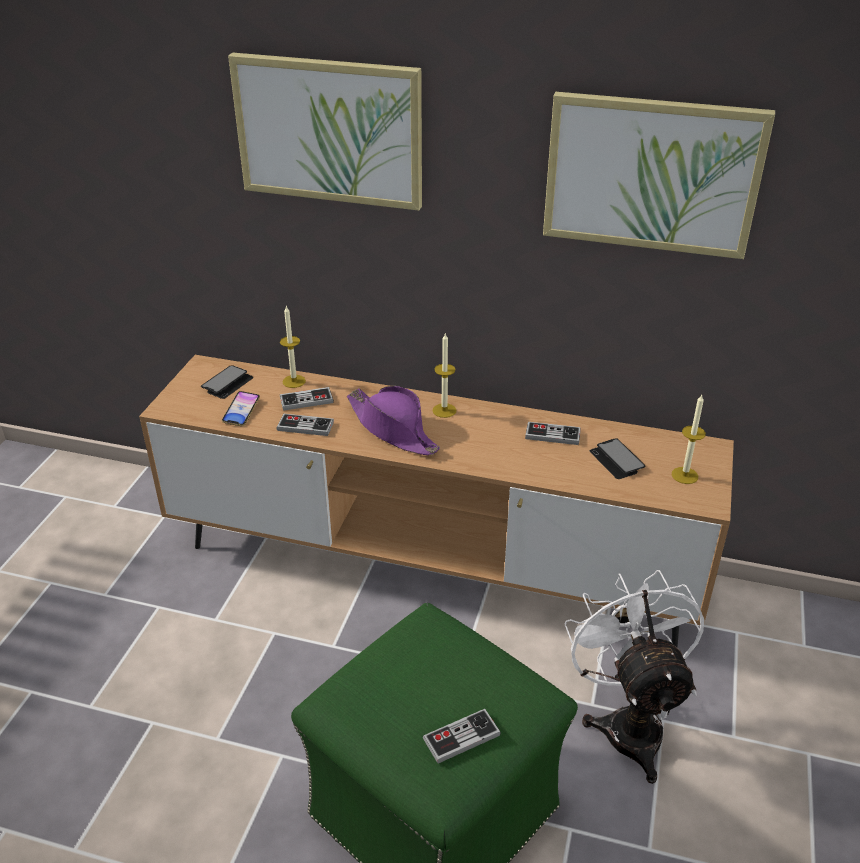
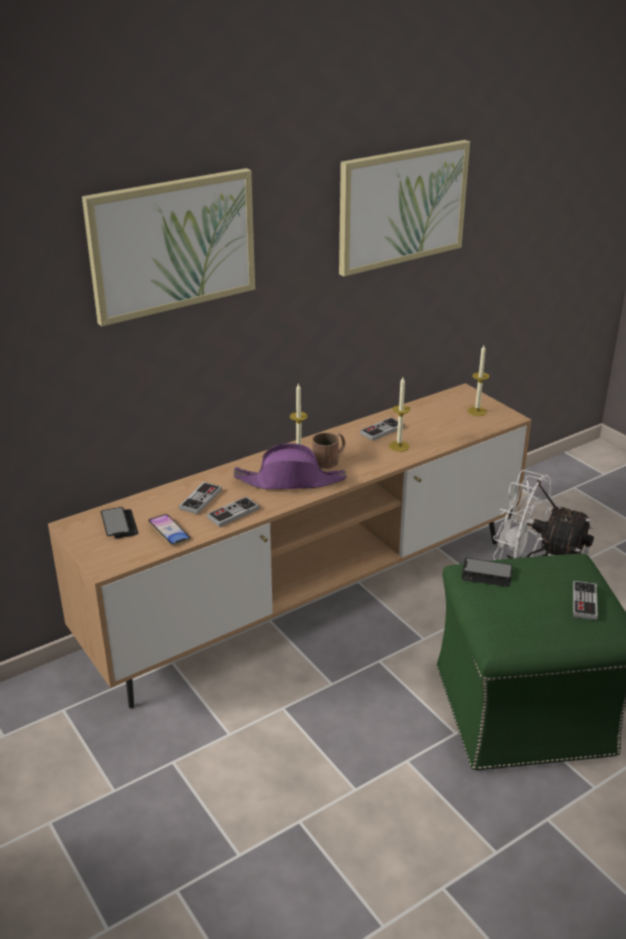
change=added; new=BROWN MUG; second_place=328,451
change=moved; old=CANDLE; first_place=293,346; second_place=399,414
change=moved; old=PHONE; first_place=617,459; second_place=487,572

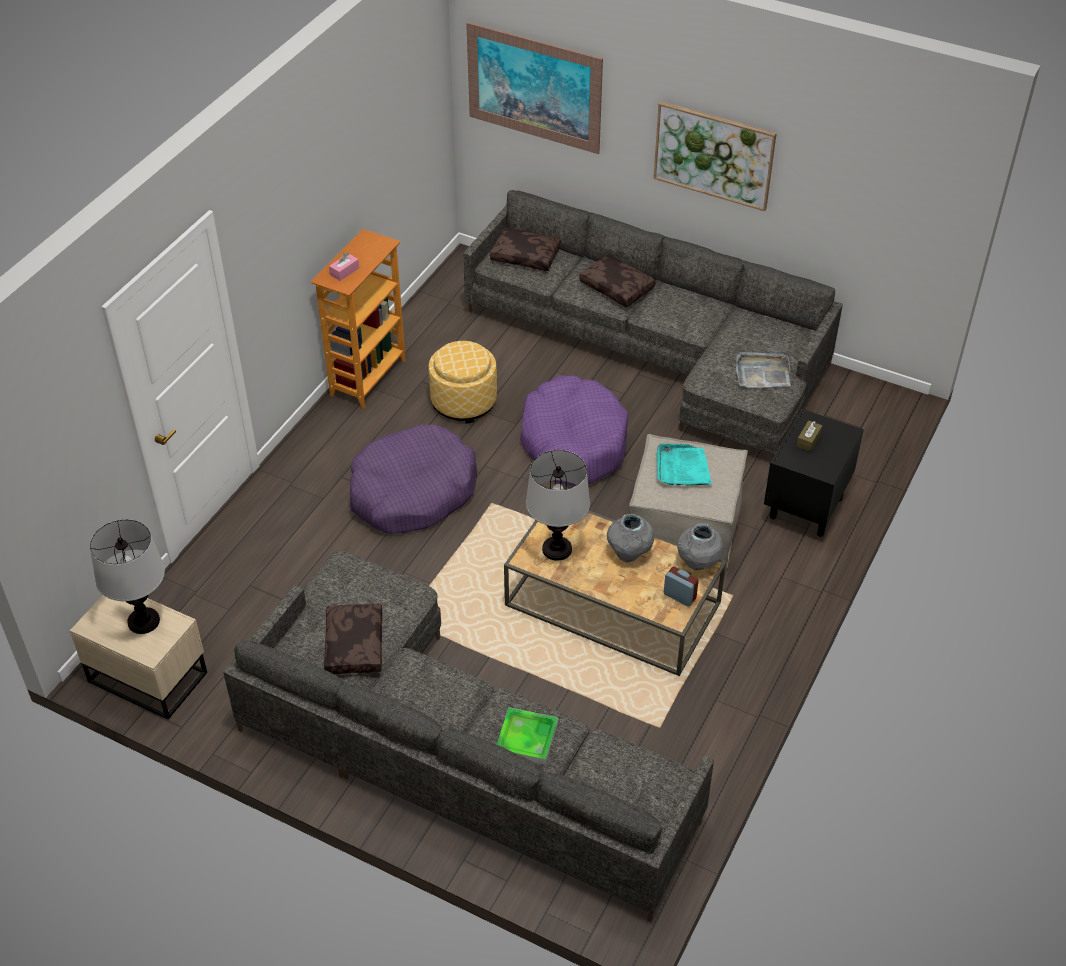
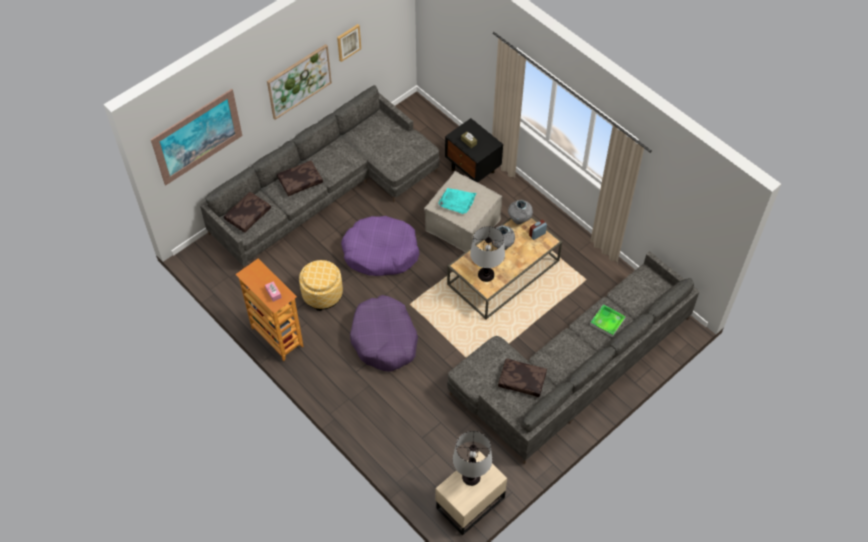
change=added; new=PICTURE; second_place=349,43
change=removed; old=GREY TRAY; first_place=763,370

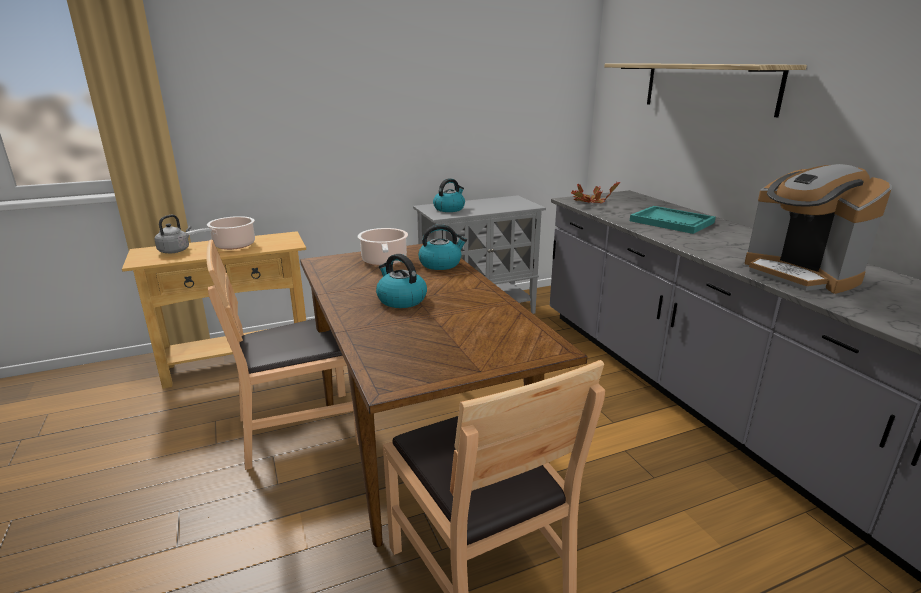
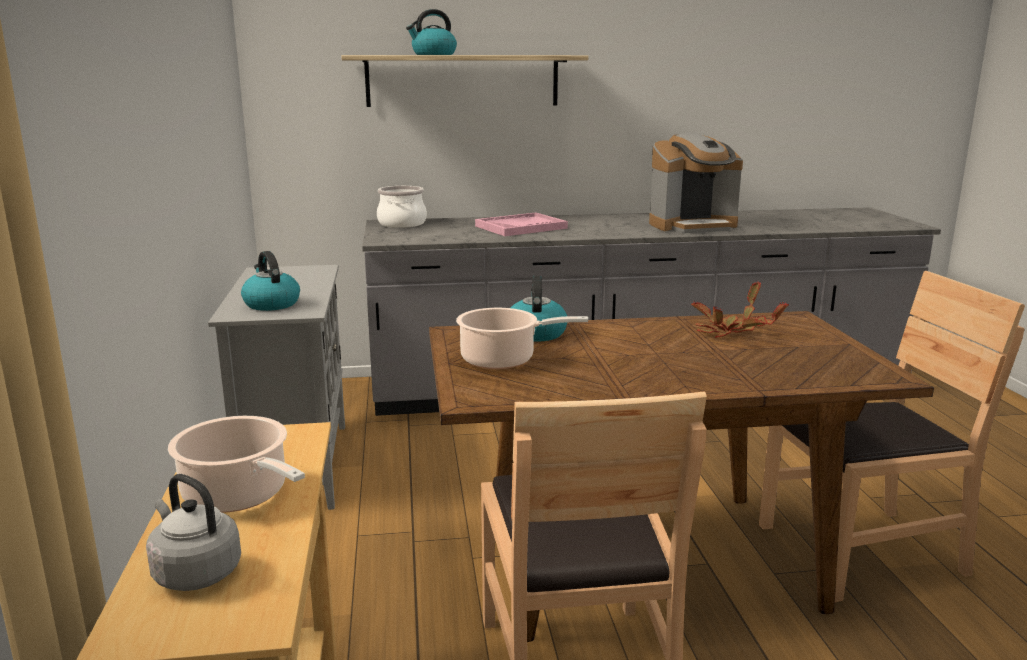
change=added; new=COOKING POT; second_place=402,207
change=moved; old=KETTLE; first_place=401,281; second_place=431,32
change=recoloured; old=TURQUOISE TRAY; new=PINK TRAY; first_place=673,220; second_place=521,224
change=moved; old=POTTED PLANT; first_place=595,192; second_place=740,310

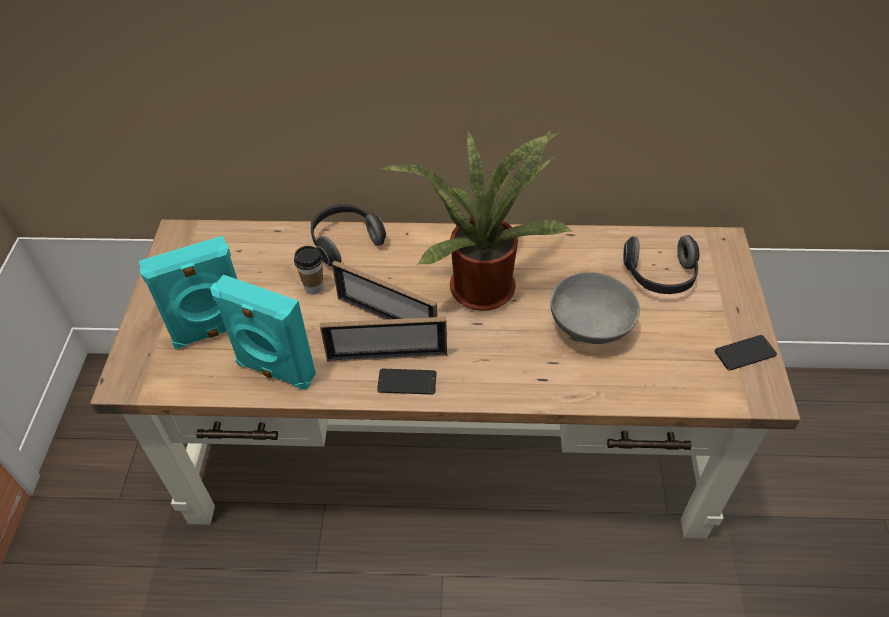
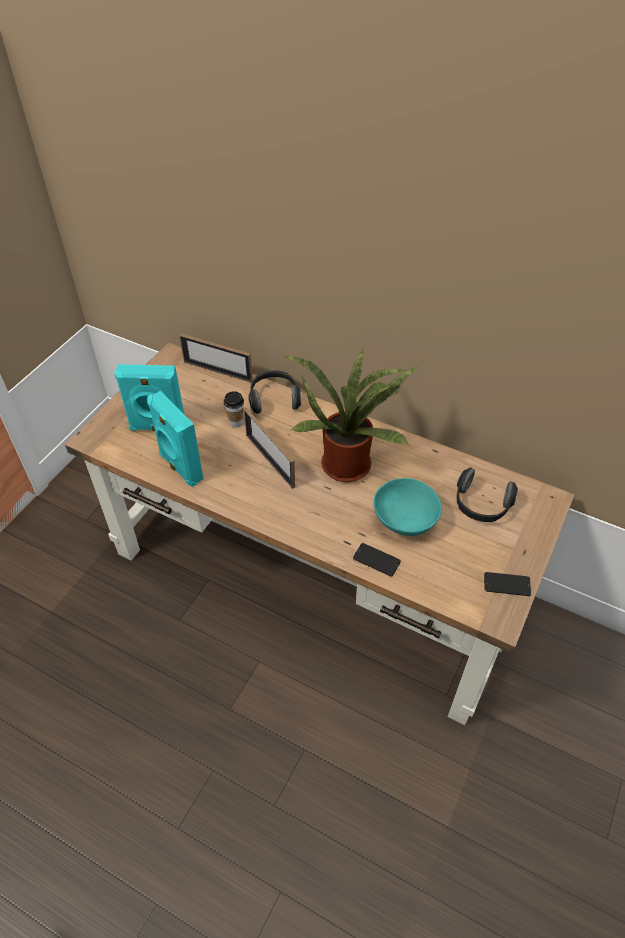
change=moved; old=PICTURE FRAME; first_place=383,339; second_place=216,358
change=moved; old=PHONE; first_place=407,382; second_place=377,559
change=recoloured; old=GREY BOWL; new=TURQUOISE BOWL; first_place=595,308; second_place=408,507

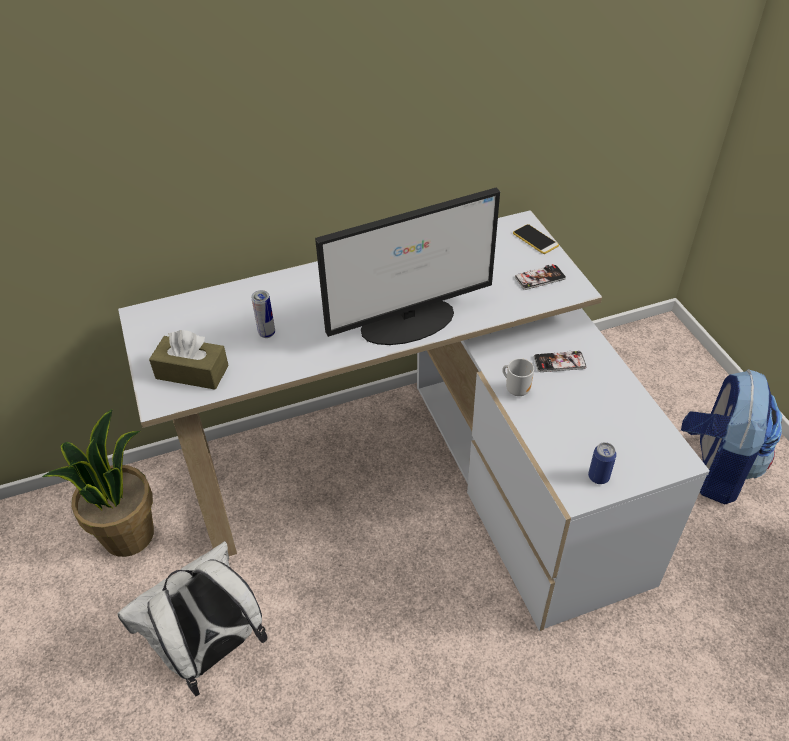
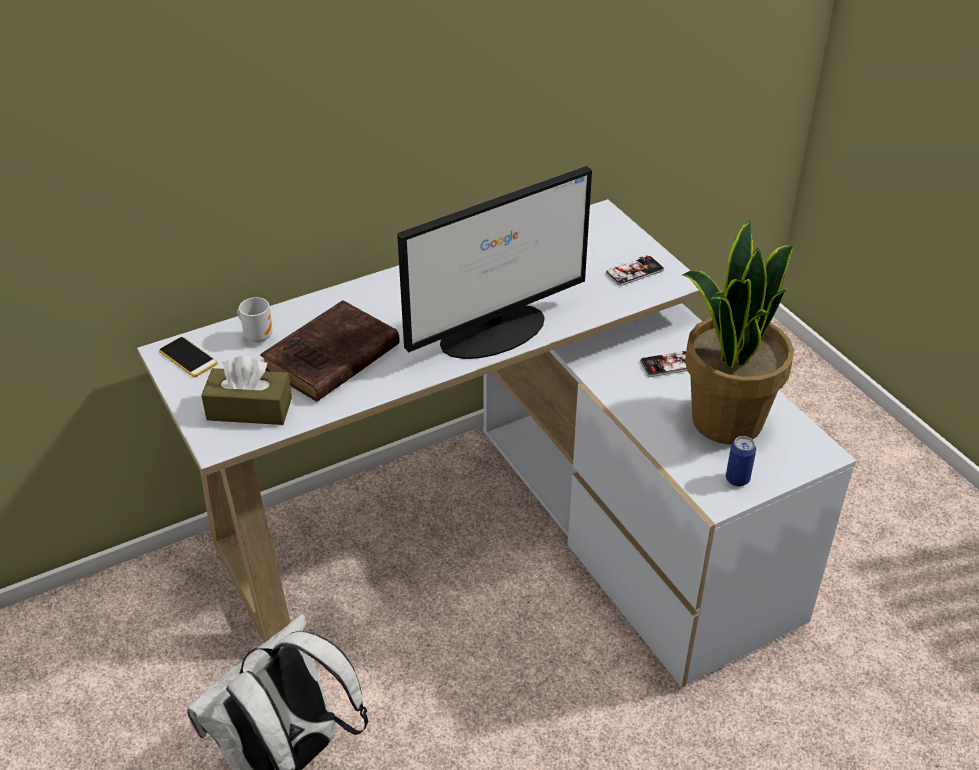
change=moved; old=PHONE; first_place=536,239; second_place=188,357
change=moved; old=MUG; first_place=518,377; second_place=255,320
change=replaced; old=CAN; new=BROWN BOOK; first_place=263,314; second_place=330,351
change=moved; old=POTTED PLANT; first_place=98,483; second_place=738,332
change=removed; old=BACKPACK; first_place=731,436

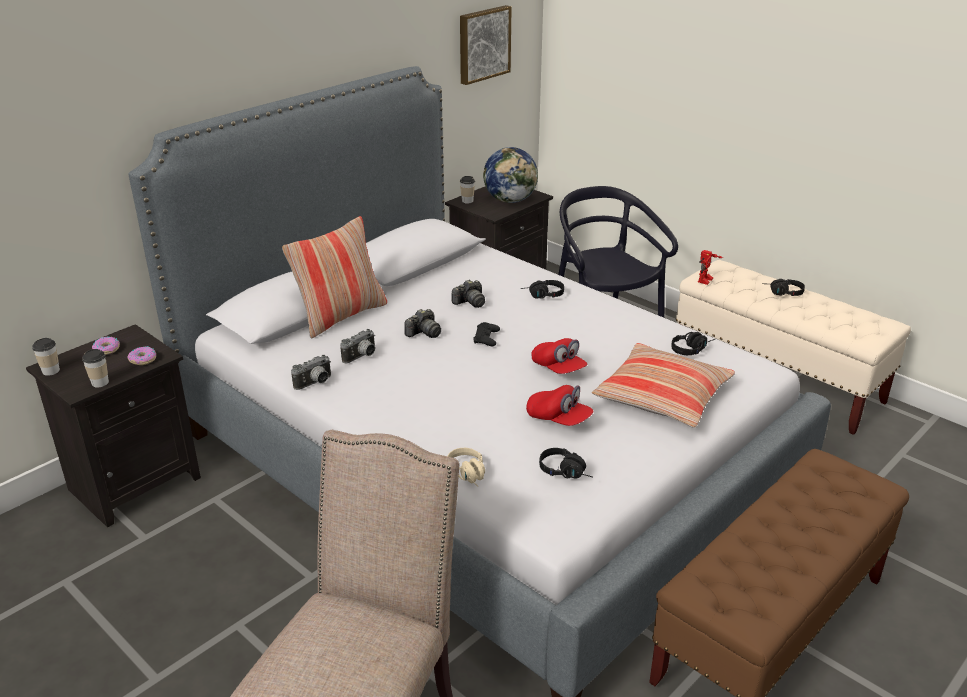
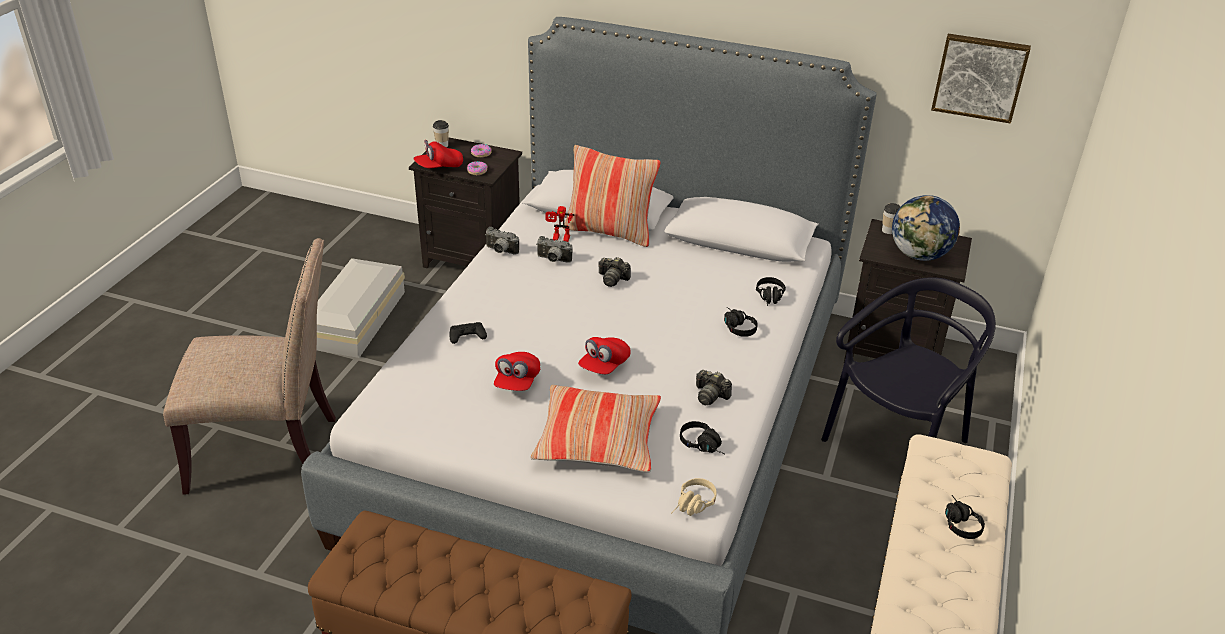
change=added; new=WHITE STORAGE BOX; second_place=360,308
change=replaced; old=CUP; new=RED CAP; first_place=95,368; second_place=438,154
change=moved; old=BLACK GAME CONTROLLER; first_place=486,334; second_place=468,333
change=moved; old=TOY ROBOT; first_place=710,267; second_place=560,224
change=moved; old=BEIGE HEADPHONES; first_place=466,467; second_place=694,497
change=moved; old=PHOTO CAMERA; first_place=468,293; second_place=714,388
change=moved; old=BLACK HEADPHONES; first_place=565,463; second_place=771,291

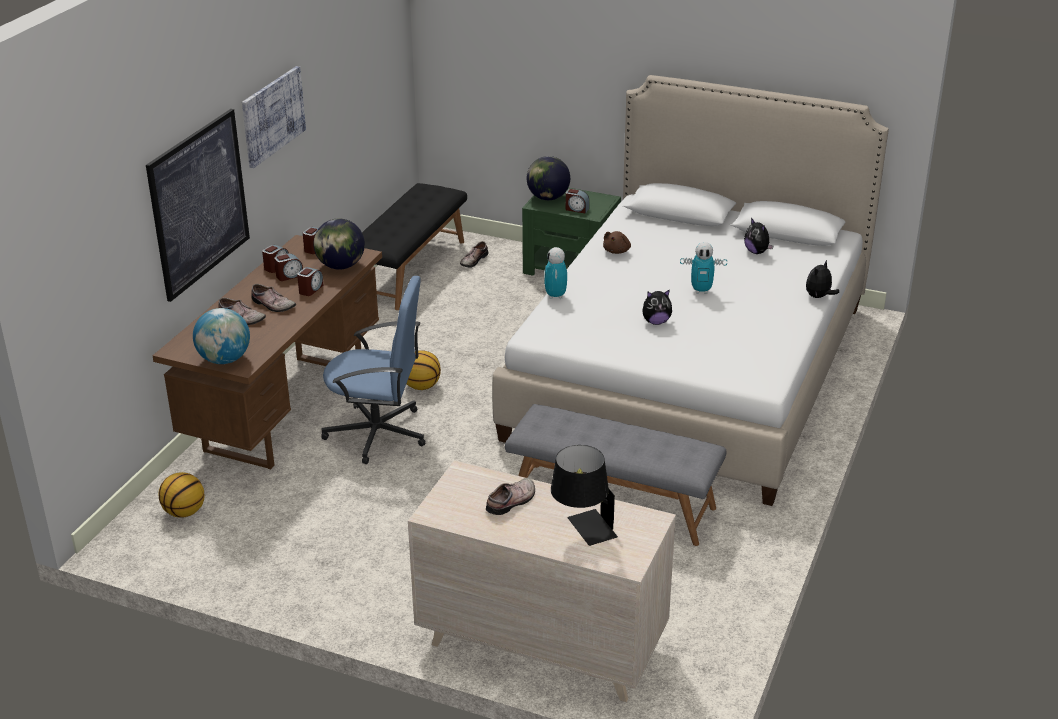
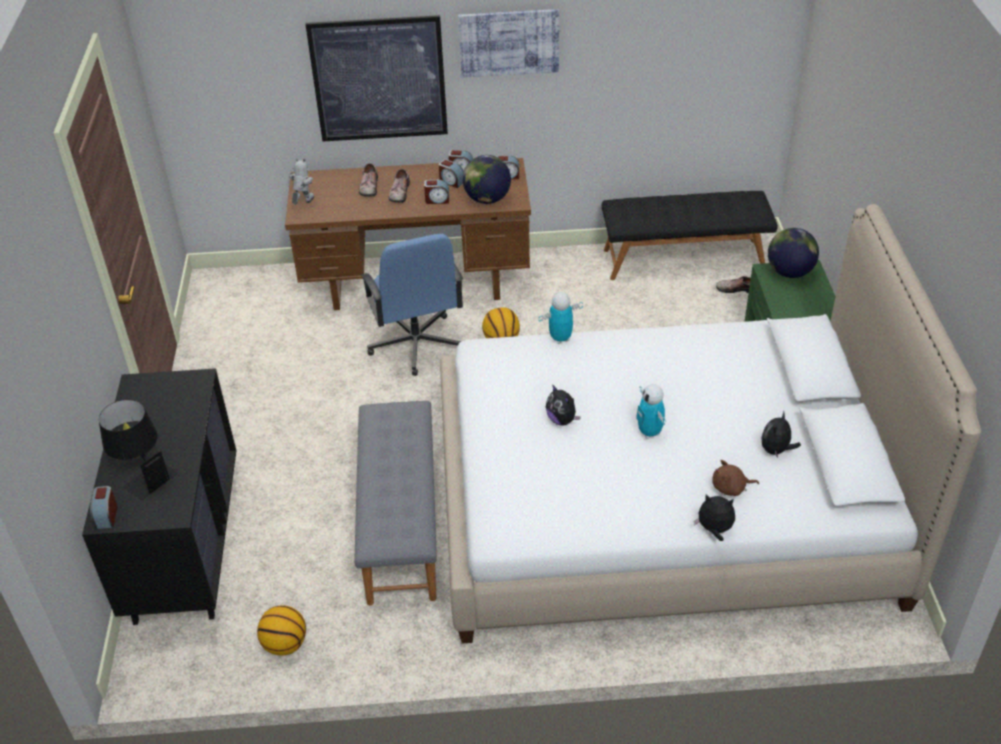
change=recoloured; old=BEIGE DRESSER; new=BLACK DRESSER; first_place=542,581; second_place=159,496
change=moved; old=ALARM CLOCK; first_place=577,201; second_place=104,507
change=moved; old=BASKETBALL; first_place=182,495; second_place=281,630
change=replaced; old=GLOBE; new=TOY ROBOT; first_place=221,336; second_place=301,181
change=moved; old=BROWN PLUSH TOY; first_place=617,242; second_place=735,478
change=removed; old=SHOE; first_place=510,496

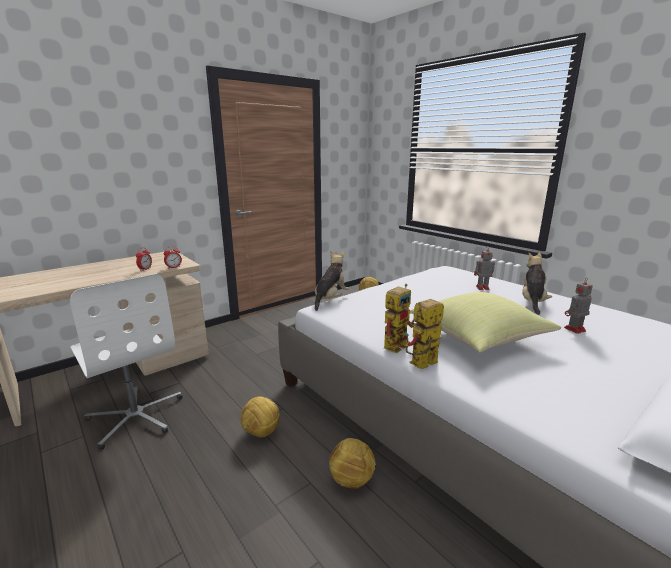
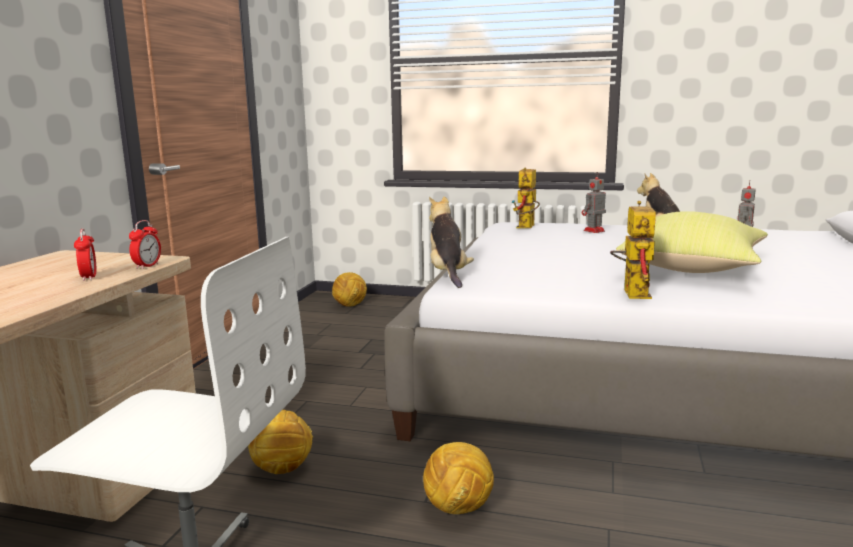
change=moved; old=FOOTBALL; first_place=352,463; second_place=280,442
change=moved; old=TOY ROBOT; first_place=423,334; second_place=526,198

